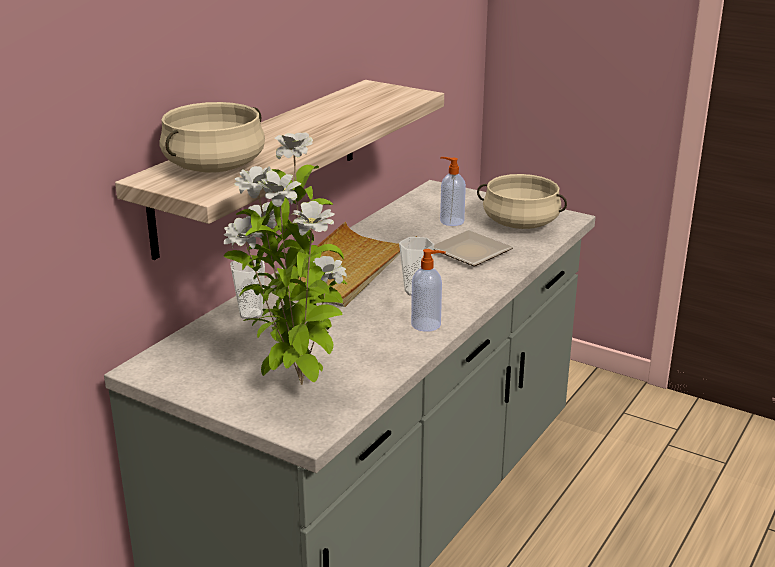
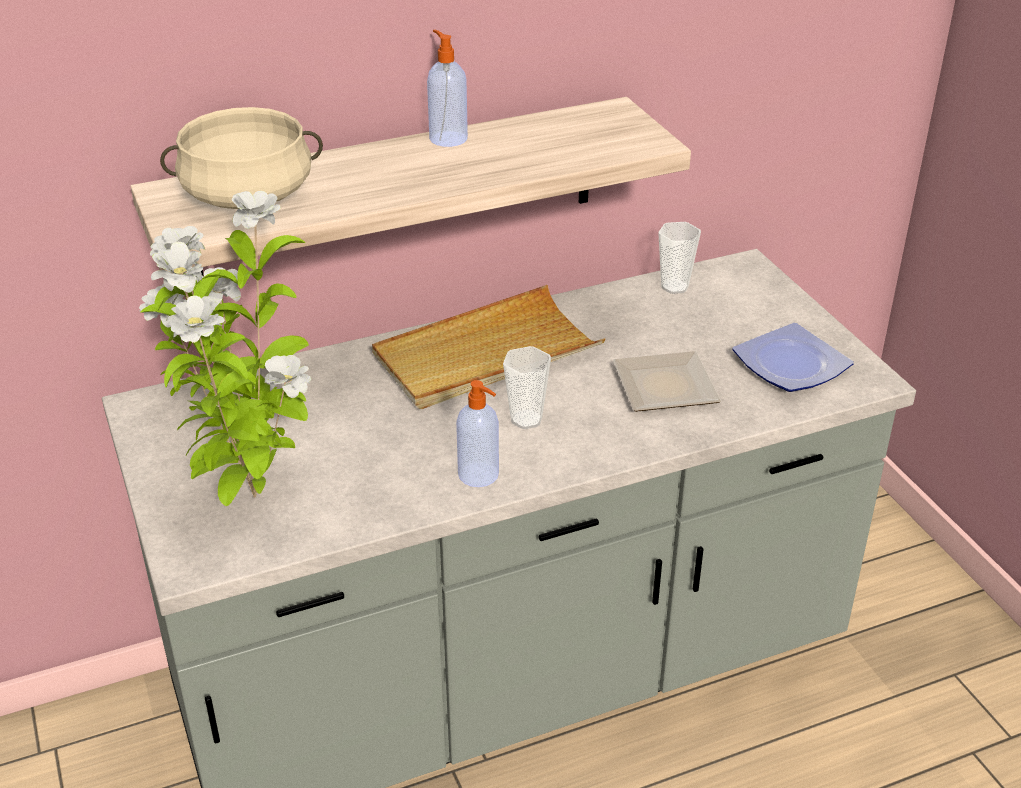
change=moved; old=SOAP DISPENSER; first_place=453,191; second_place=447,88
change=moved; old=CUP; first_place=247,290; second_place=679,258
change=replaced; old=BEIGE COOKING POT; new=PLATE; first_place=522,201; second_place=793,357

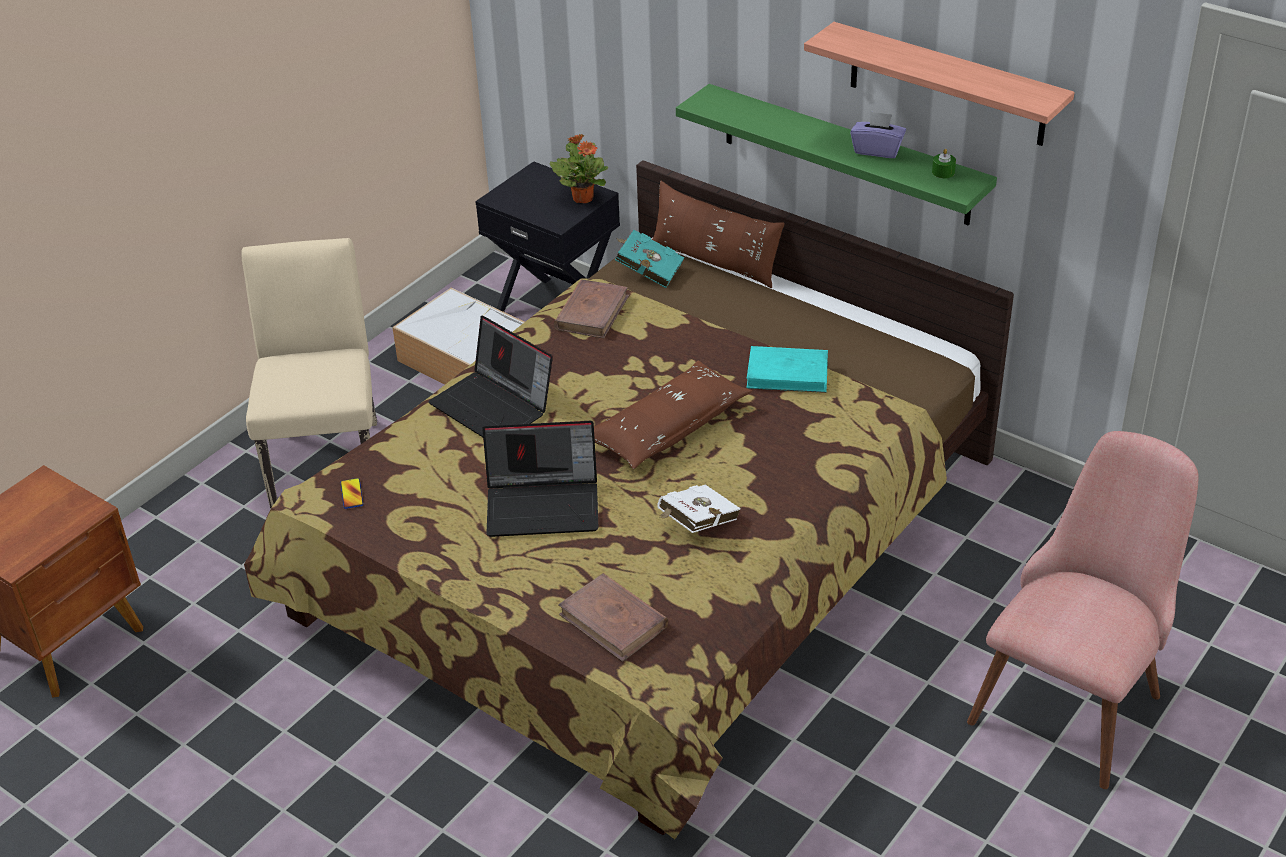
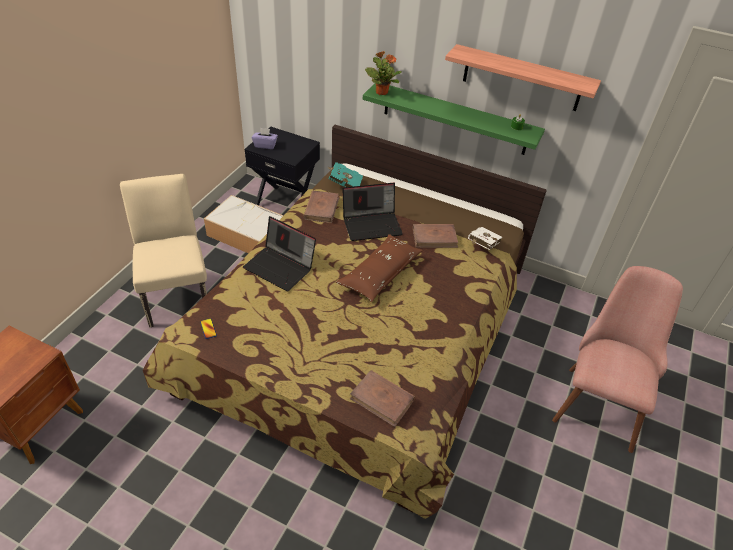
change=moved; old=PURPLE TISSUE BOX; first_place=878,134; second_place=265,138
change=moved; old=LAPTOP; first_place=540,479; second_place=373,212
change=moved; old=POTTED PLANT; first_place=579,168; second_place=383,73
change=recoloured; old=TURQUOISE BOOK; new=BROWN BOOK; first_place=787,369; second_place=435,236
change=moved; old=WHITE BOOK; first_place=699,509; second_place=485,238
change=removed; old=BROWN PILLOW; first_place=718,234

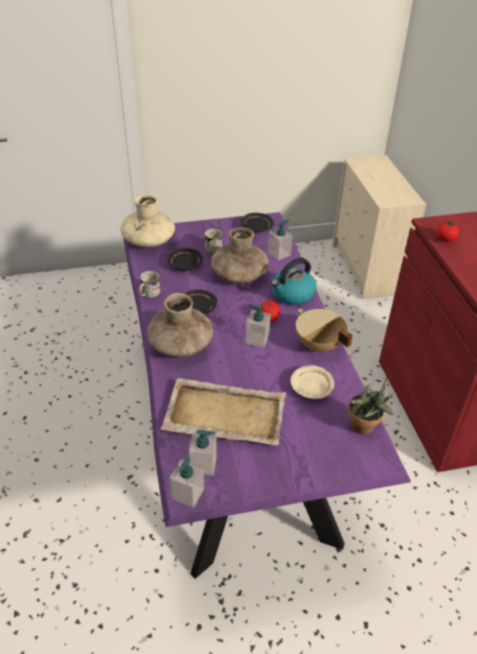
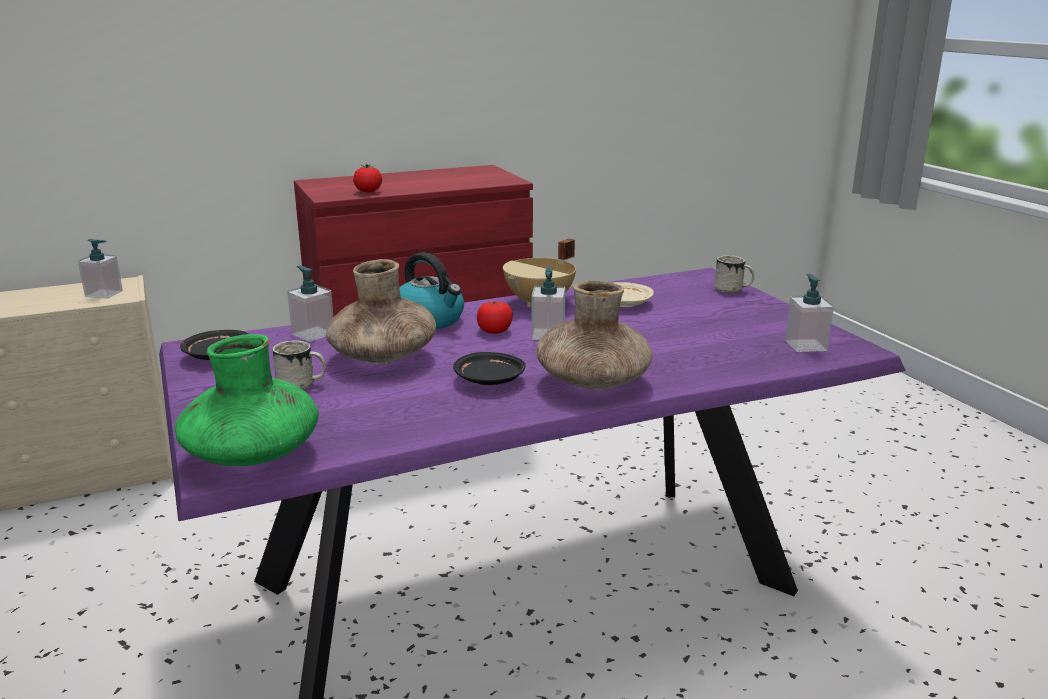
change=moved; old=SOAP DISPENSER; first_place=187,482; second_place=100,269
change=recoloured; old=BEIGE VASE; new=GREEN VASE; first_place=147,221; second_place=247,400
change=moved; old=WHITE MUG; first_place=149,284; second_place=734,274
change=removed; old=BEIGE TRAY; first_place=223,411
change=removed; old=BLACK PLATE; first_place=185,259
change=removed; old=POTTED PLANT; first_place=371,406

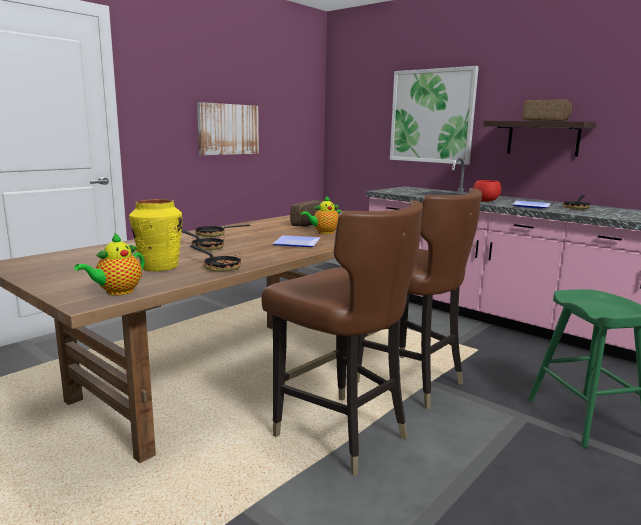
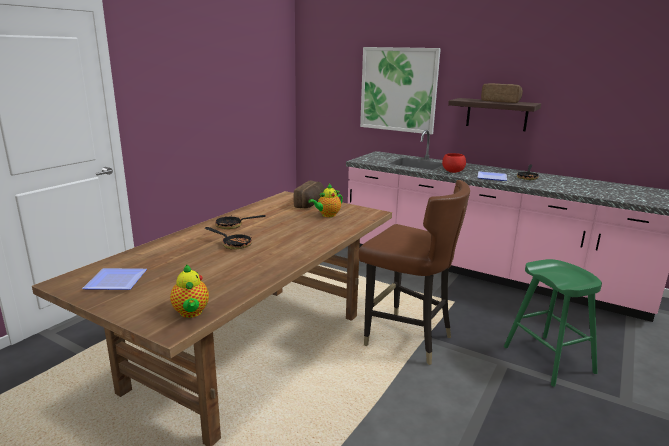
change=moved; old=PLATE; first_place=296,241; second_place=114,279
change=turned; old=TEAPOT; first_place=109,264; second_place=189,291; degrees=-45
change=removed; old=YELLOW VASE; first_place=155,235
change=removed; old=FRYING PAN; first_place=216,258
change=removed; old=PICTURE; first_place=228,128
change=removed; old=BROWN CHAIR; first_place=342,338

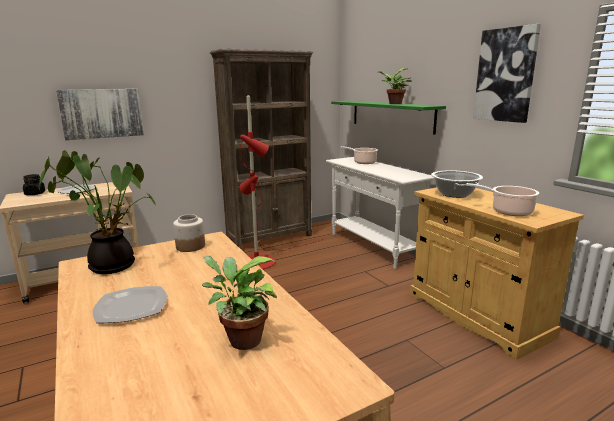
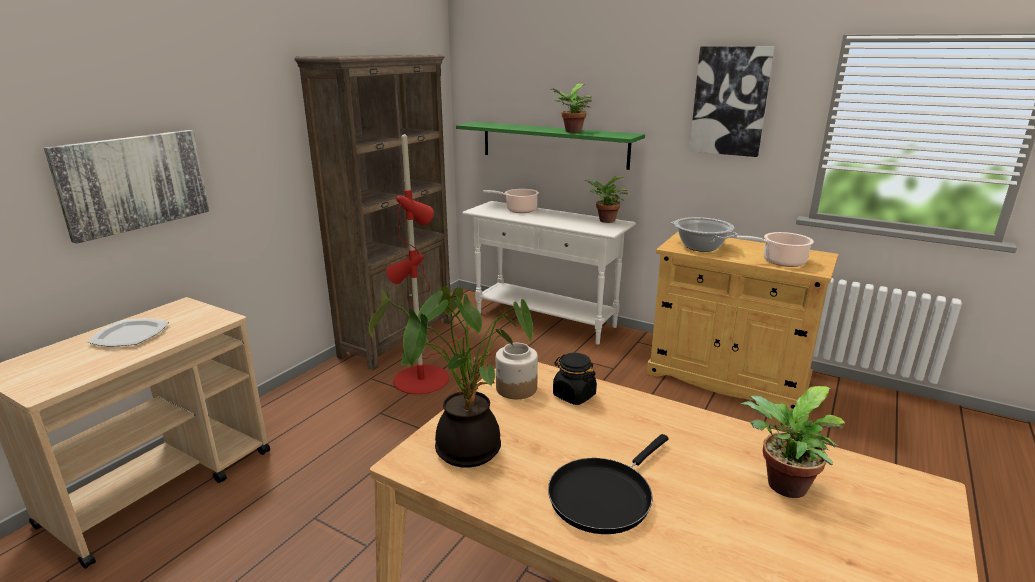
change=replaced; old=PLATE; new=BLACK FRYING PAN; first_place=130,304; second_place=608,484
change=moved; old=BLACK JAR; first_place=34,184; second_place=575,379
change=added; new=POTTED PLANT; second_place=606,199

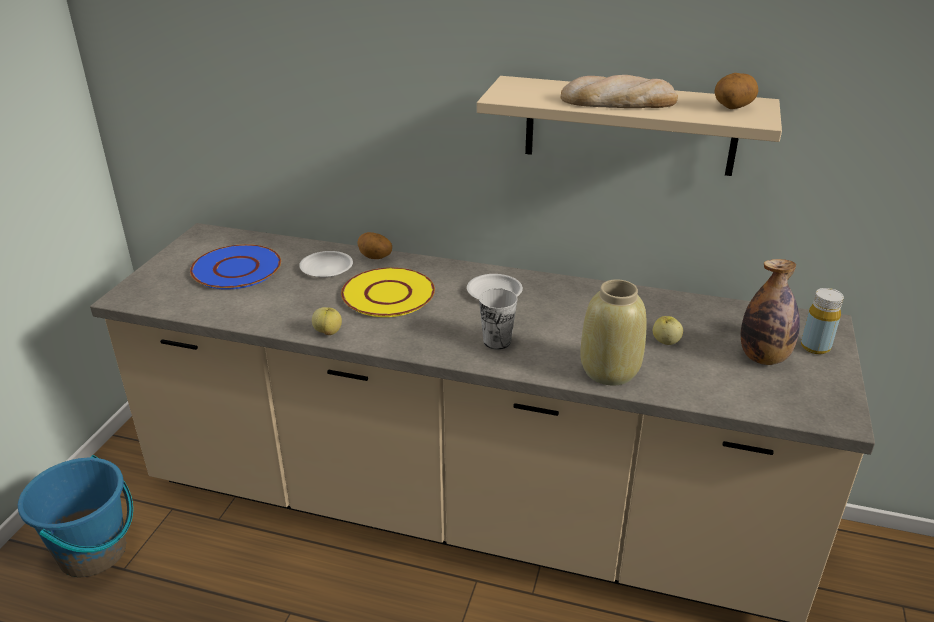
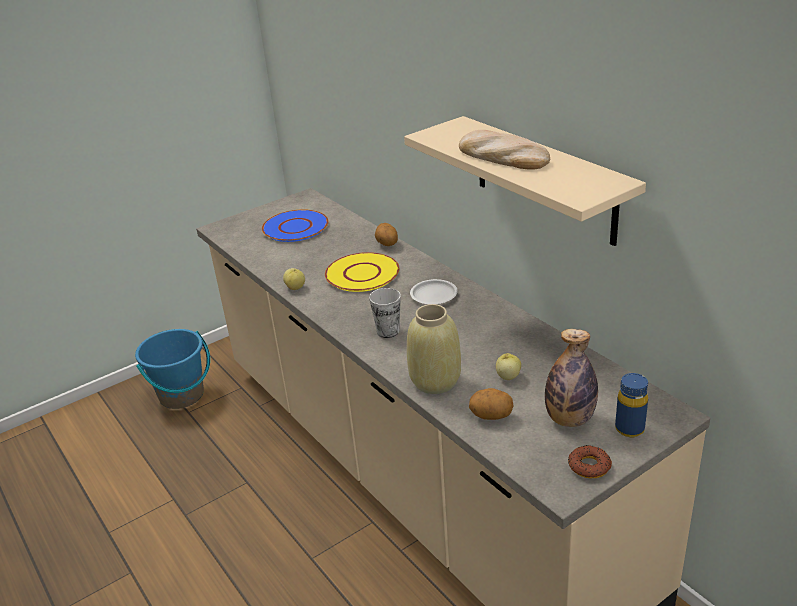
change=moved; old=POTATO; first_place=736,91; second_place=491,404
change=added; new=DONUT; second_place=590,461
change=recoloured; old=YELLOW BOTTLE; new=BLUE BOTTLE; first_place=822,321; second_place=631,405
change=removed; old=WHITE PLATE; first_place=326,264

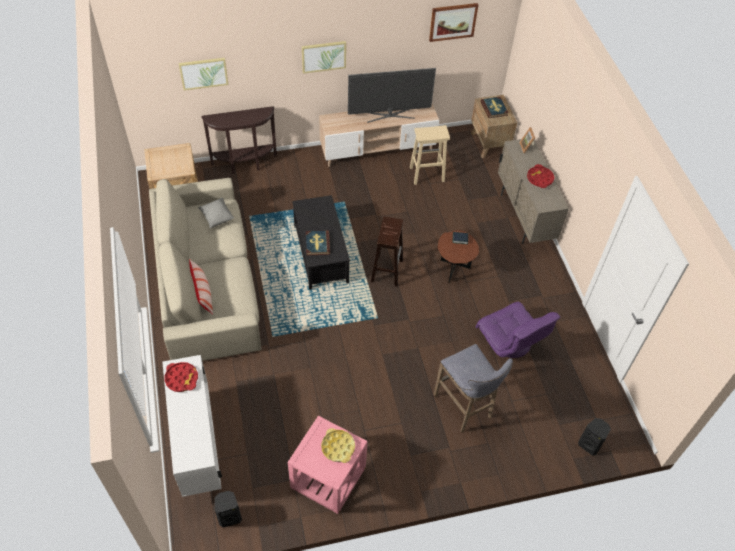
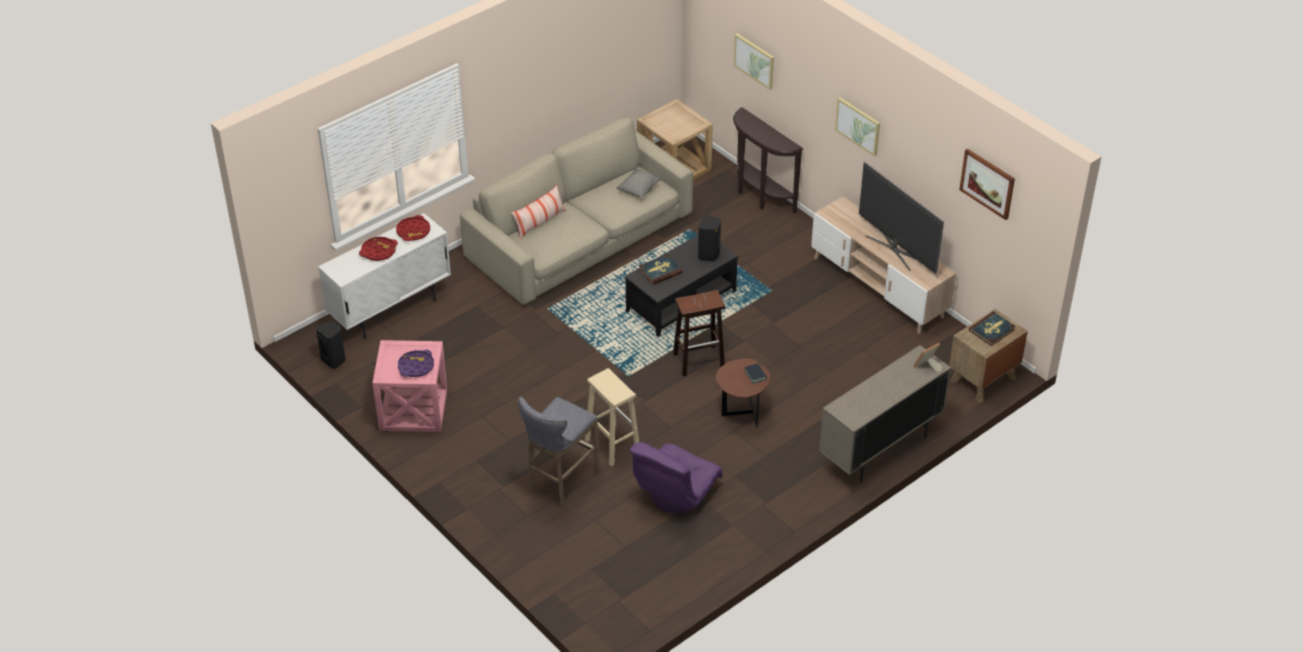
change=moved; old=RED TRAY; first_place=541,176; second_place=378,249
change=recoloured; old=YELLOW TRAY; new=PURPLE TRAY; first_place=338,445; second_place=416,363
change=moved; old=BEIGE STOOL; first_place=430,155; second_place=612,417
change=moved; old=BLACK SPEAKER; first_place=594,437; second_place=709,238

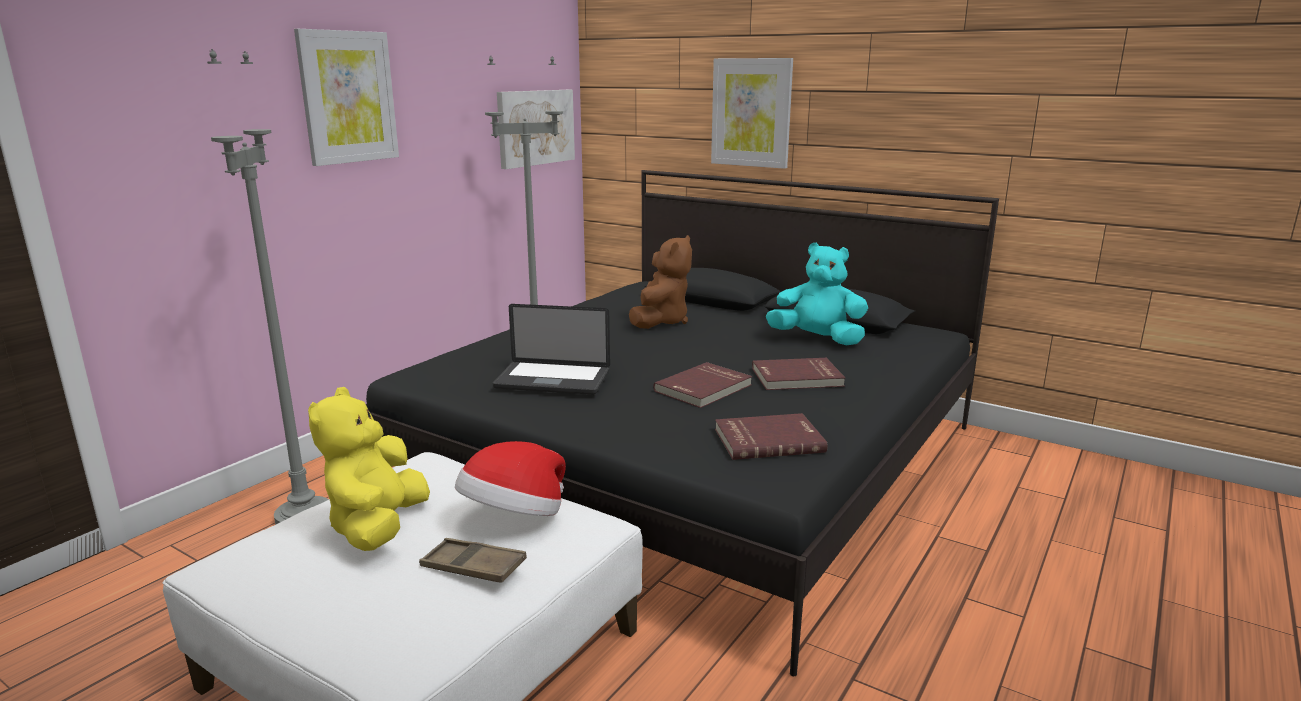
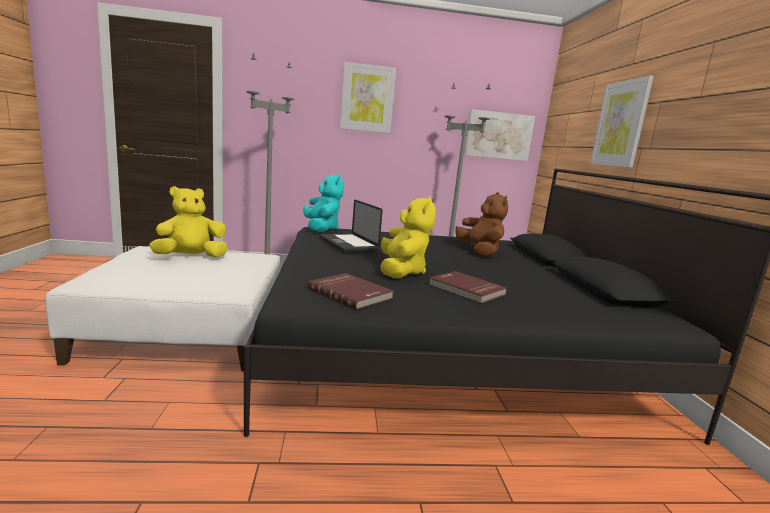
change=moved; old=TURQUOISE PLUSH TOY; first_place=817,294; second_place=323,203
change=replaced; old=RED BOOK; new=YELLOW PLUSH TOY; first_place=702,385; second_place=408,238
change=turned; old=BROWN PLUSH TOY; first_place=660,282; second_place=481,224; degrees=-90
change=removed; old=BROWN TRAY; first_place=473,560
change=removed; old=HAT; first_place=510,478

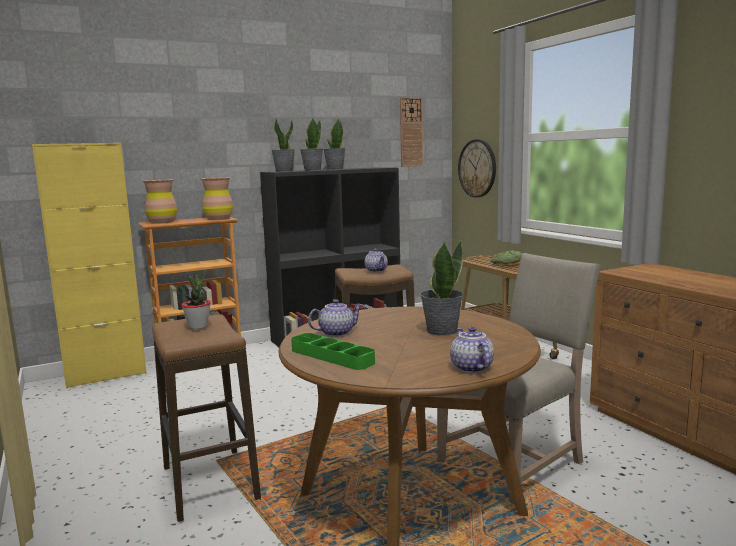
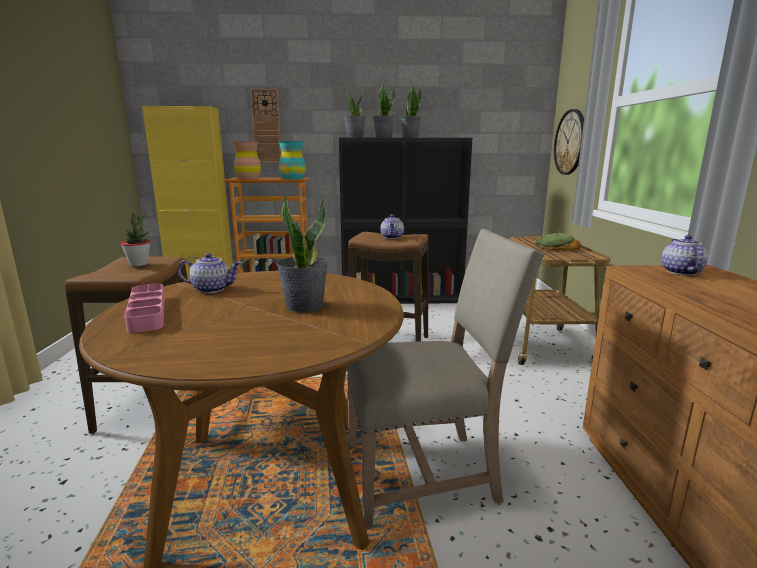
change=recoloured; old=GREEN TRAY; new=PINK TRAY; first_place=333,351; second_place=144,308
change=moved; old=WALL CLOCK; first_place=411,132; second_place=265,126
change=recoloured; old=BROWN VASE; new=TURQUOISE VASE; first_place=217,198; second_place=292,160
change=moved; old=TEAPOT; first_place=472,350; second_place=684,255

